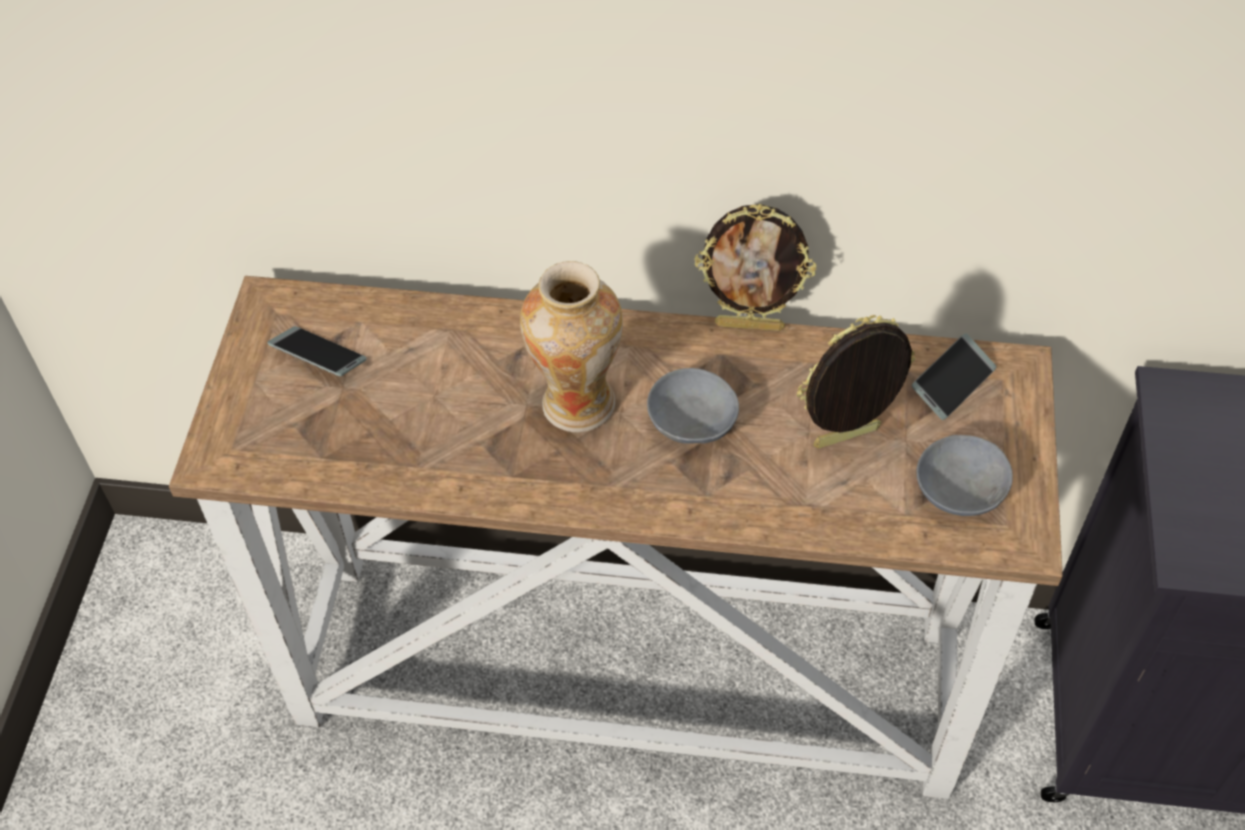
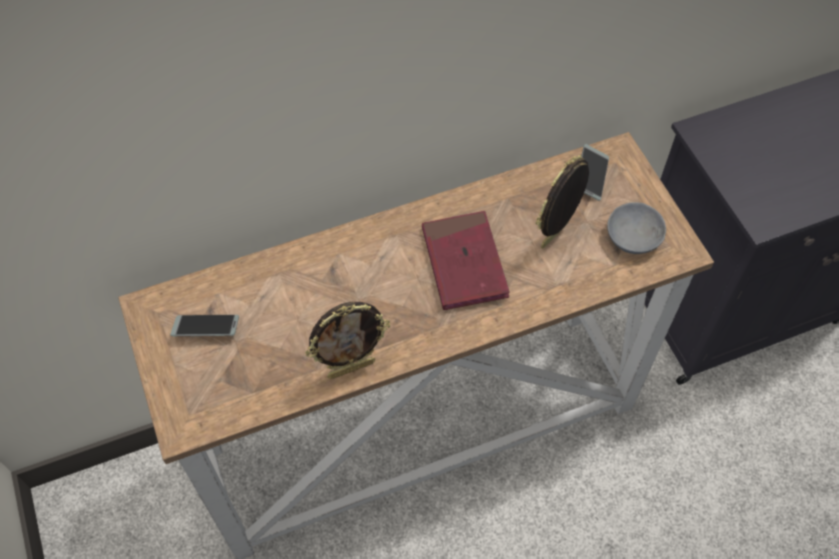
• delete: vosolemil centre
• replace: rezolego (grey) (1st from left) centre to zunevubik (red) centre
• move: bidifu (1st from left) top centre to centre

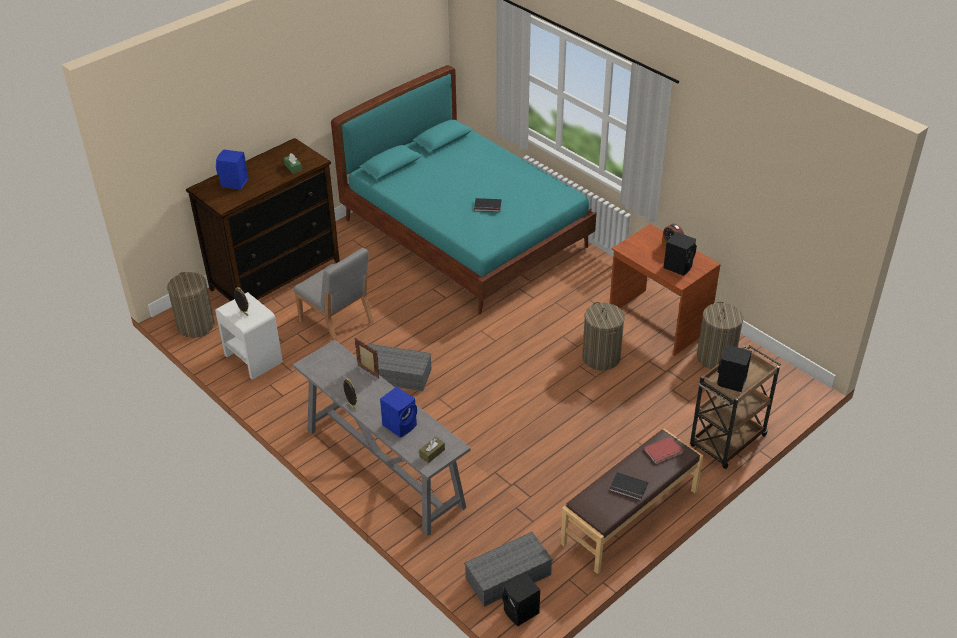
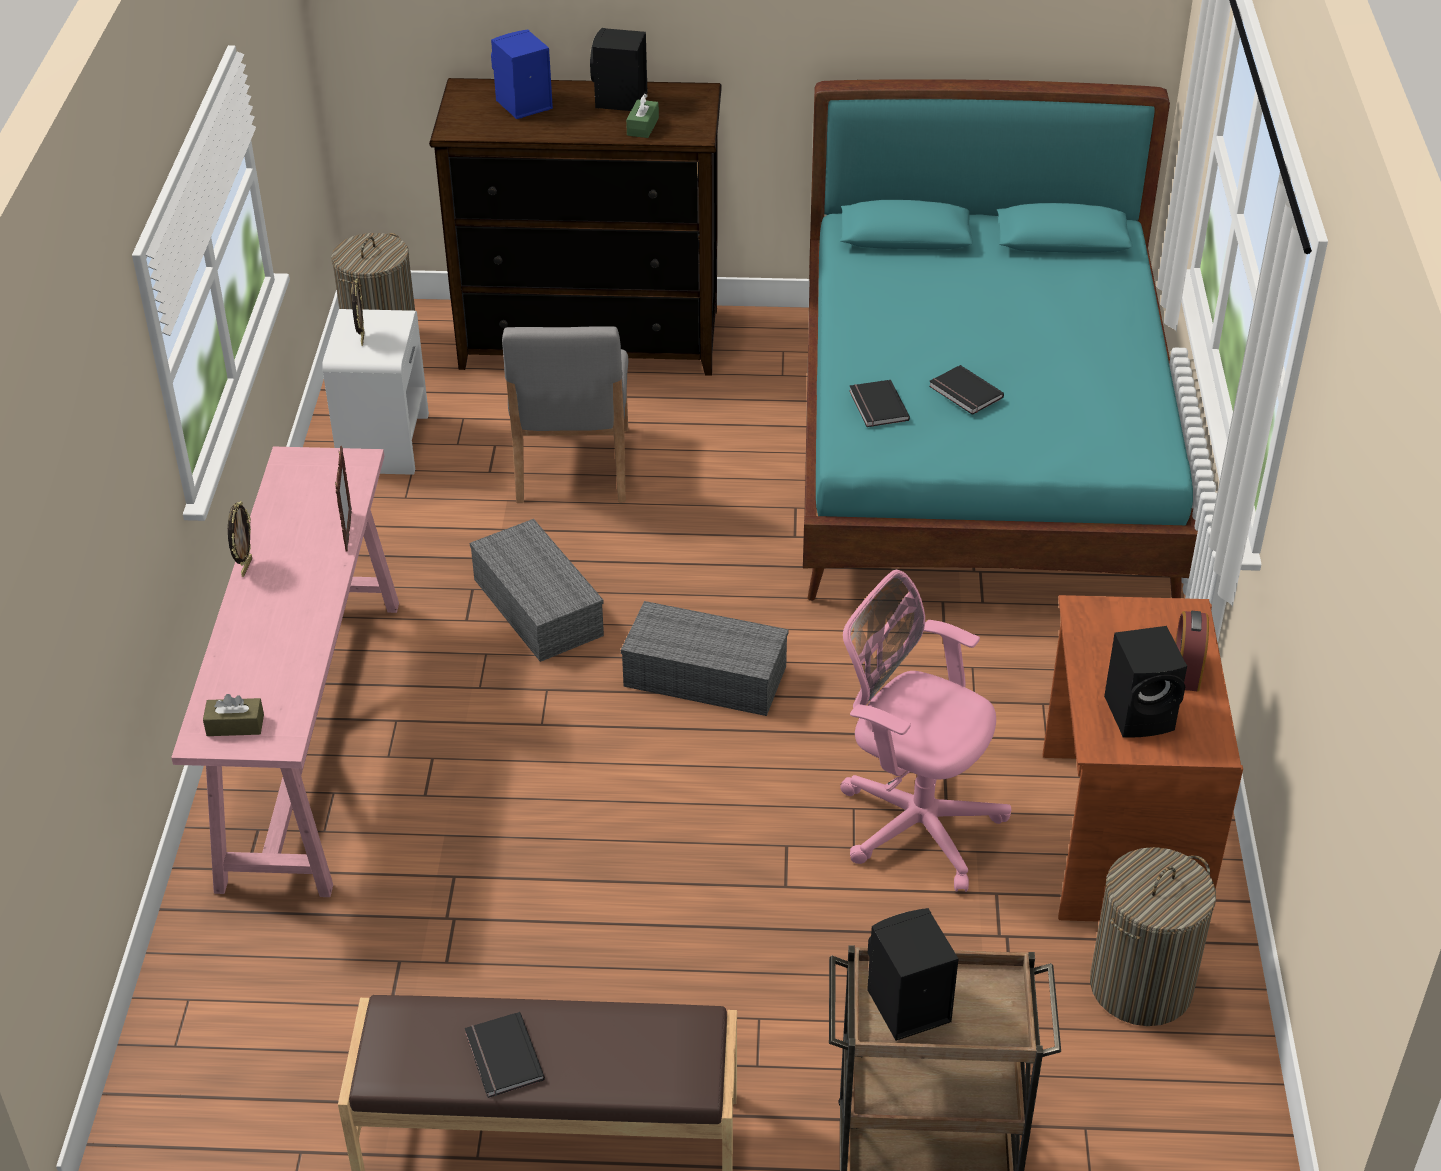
• recolor: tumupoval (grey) bottom centre to tumupoval (pink) middle left
• delete: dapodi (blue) (2nd from left) centre
• move: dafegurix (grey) (2nd from left) bottom centre to centre
• move: dapodi (black) (1st from left) bottom centre to top centre
• replace: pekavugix (2nd from left) centre to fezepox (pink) centre
• delete: zunevubik (red) bottom right
• insert: zunevubik (black) (2nd from left) centre

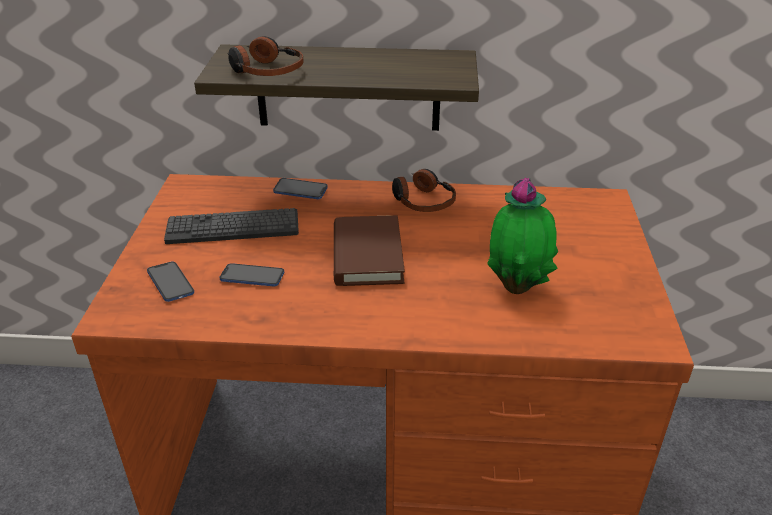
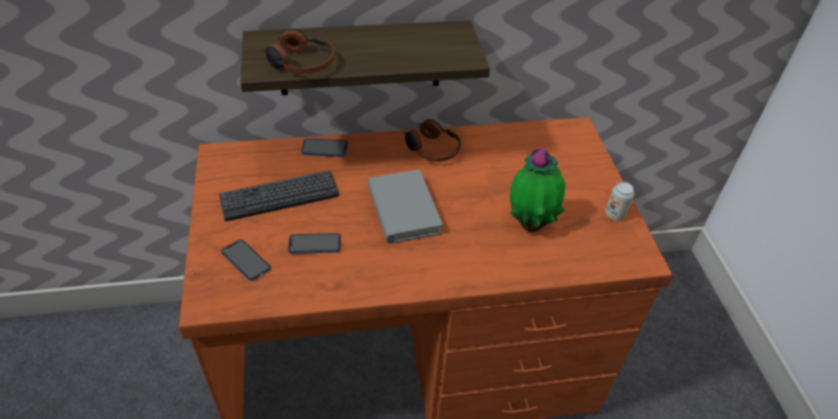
• recolor: zunevubik (brown) centre to zunevubik (grey) centre
• insert: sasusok middle right

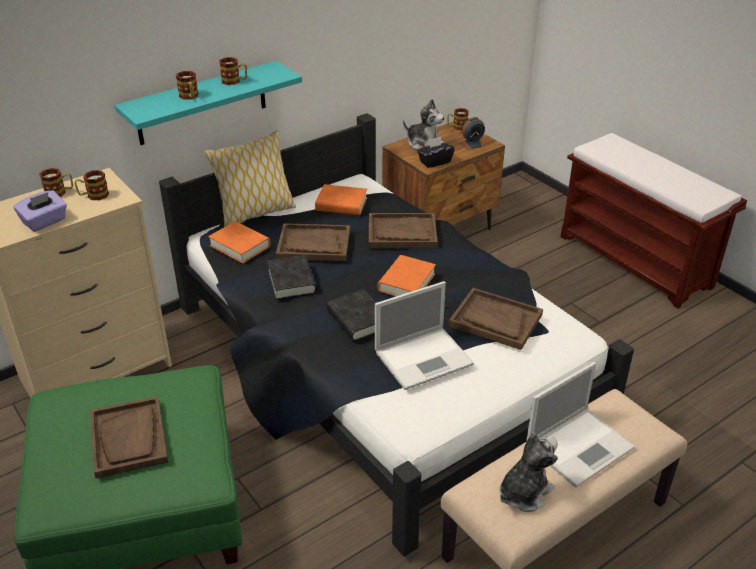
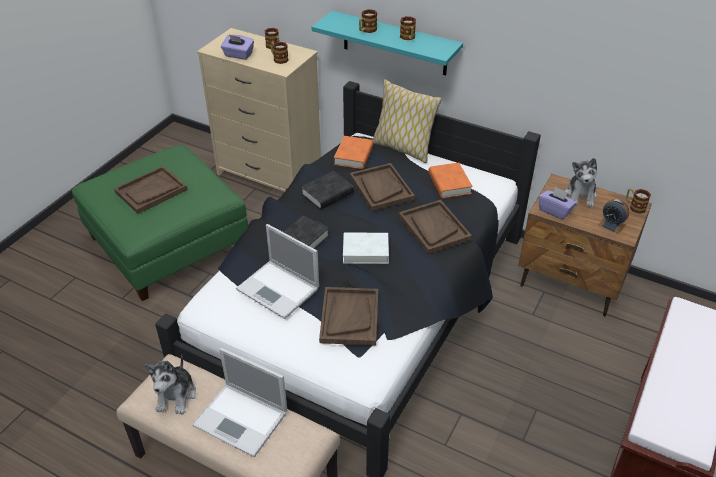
• recolor: zunevubik (orange) (3rd from left) centre to zunevubik (white) centre
• recolor: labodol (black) top centre to labodol (purple) (2nd from left) middle right
• rotate: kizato (2nd from left in the first image) bottom right = bottom left 75 degrees clockwise

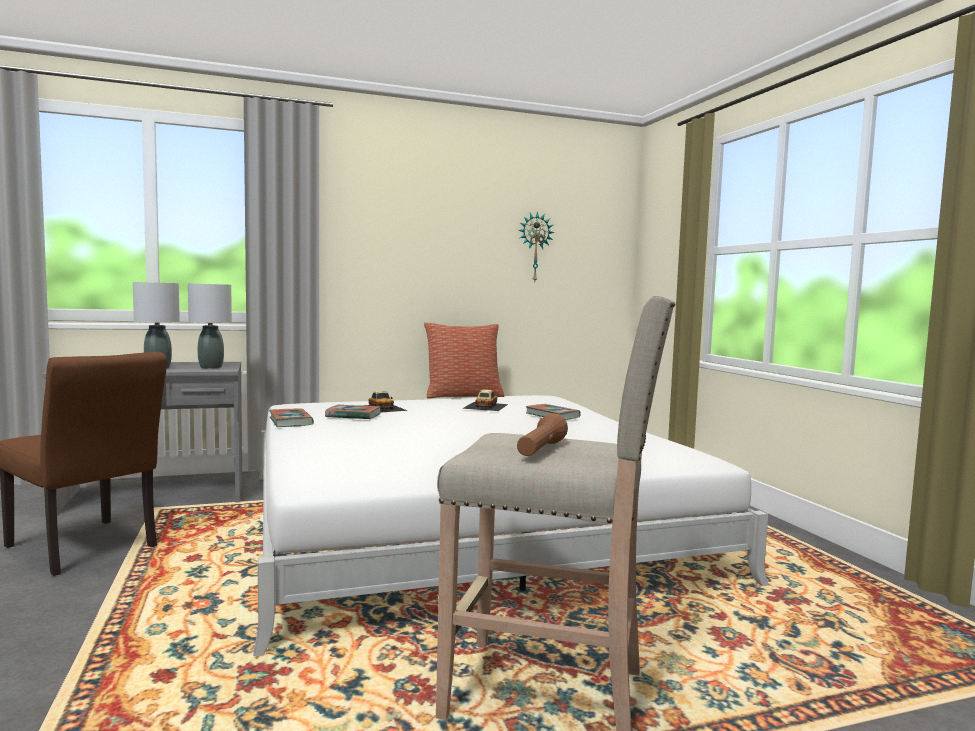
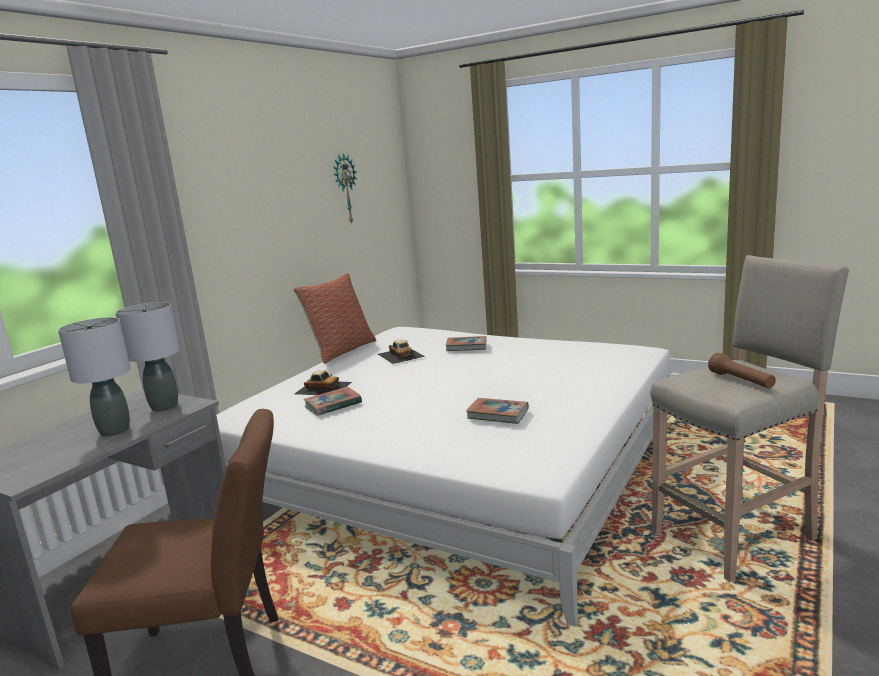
• move: zunevubik (1st from left in the first image) middle left to zunevubik (3rd from left) centre

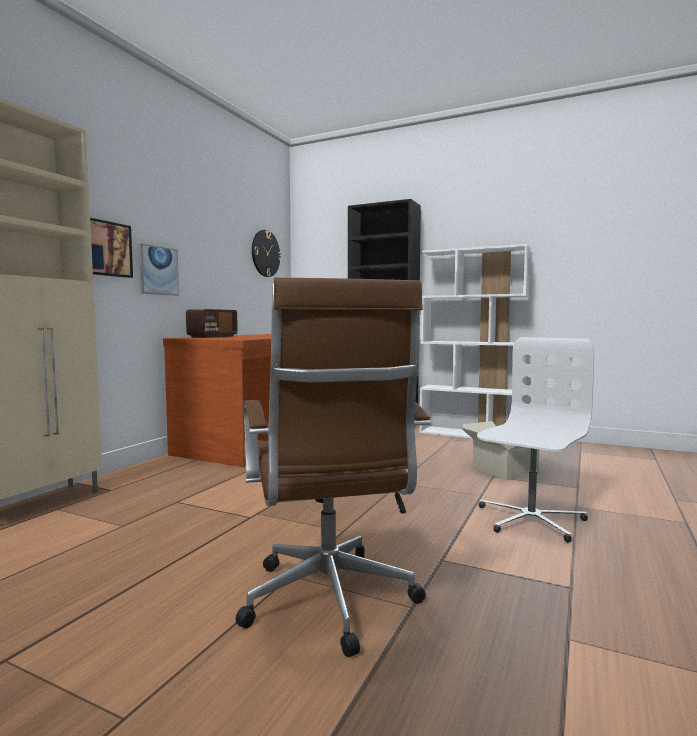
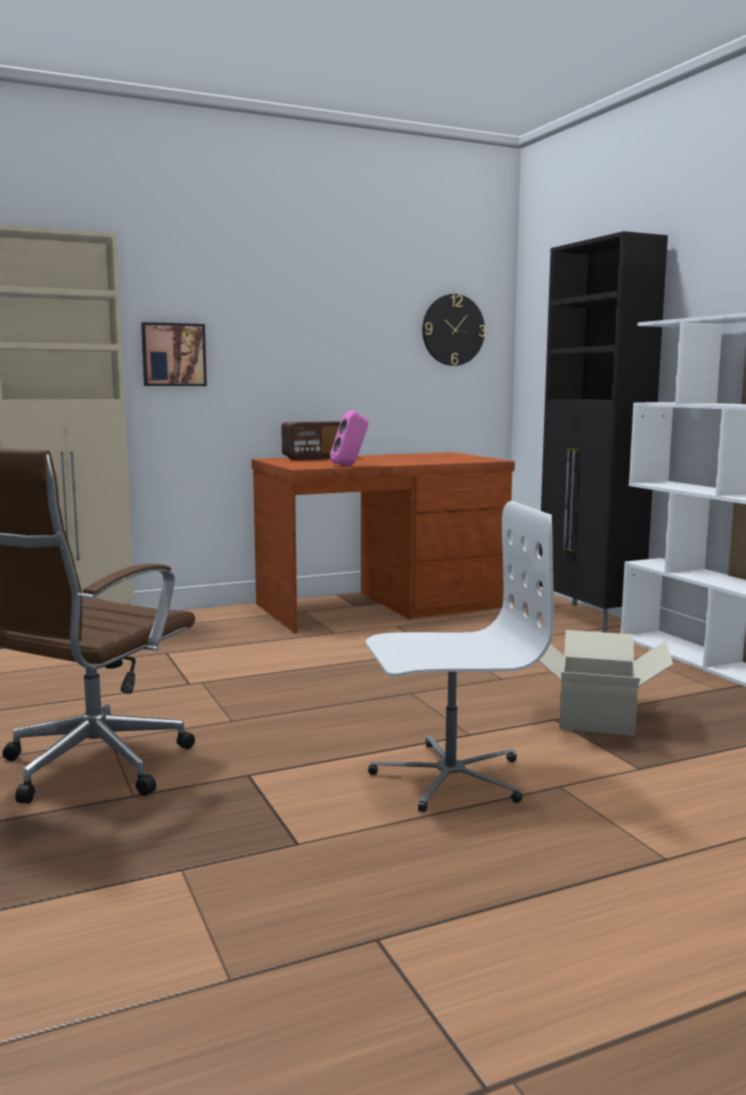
• delete: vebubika (2nd from left) middle left
• insert: dapodi (pink) centre

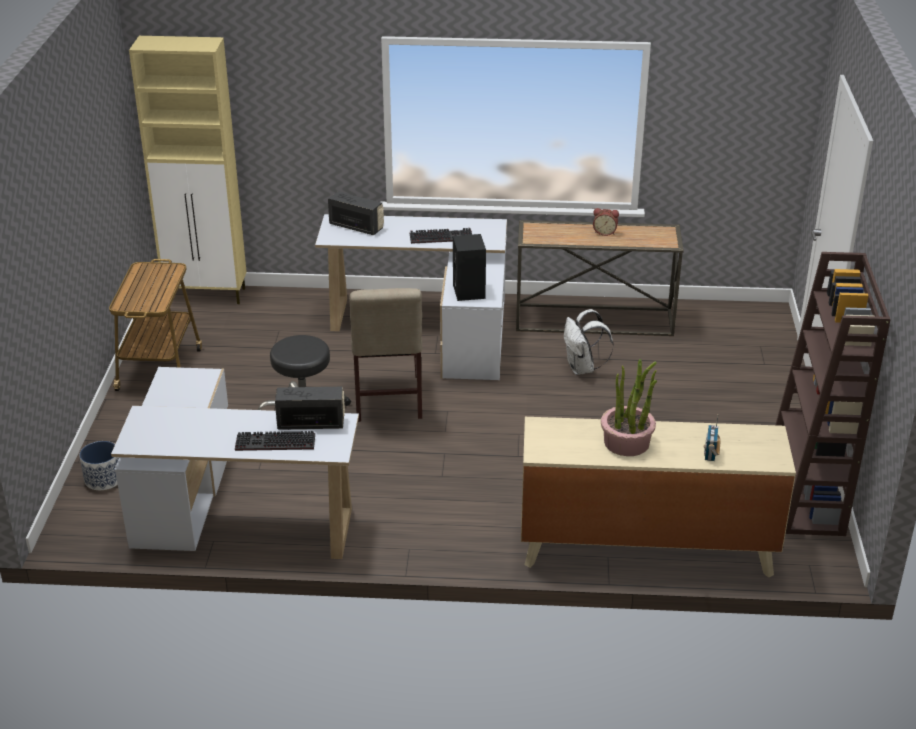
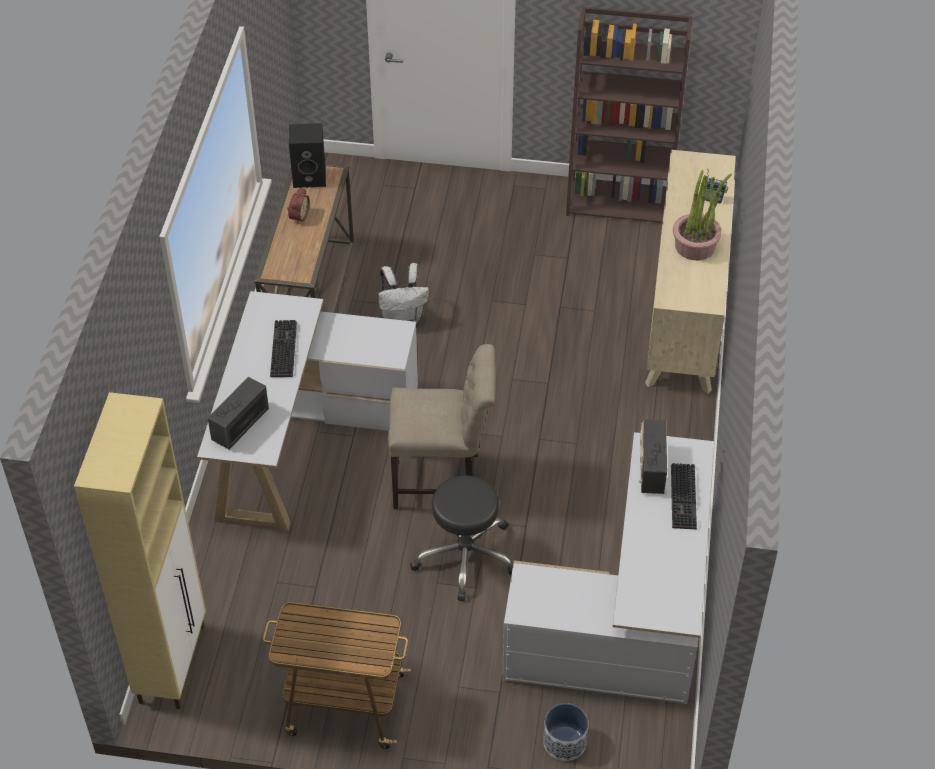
• move: dapodi (black) centre to top left

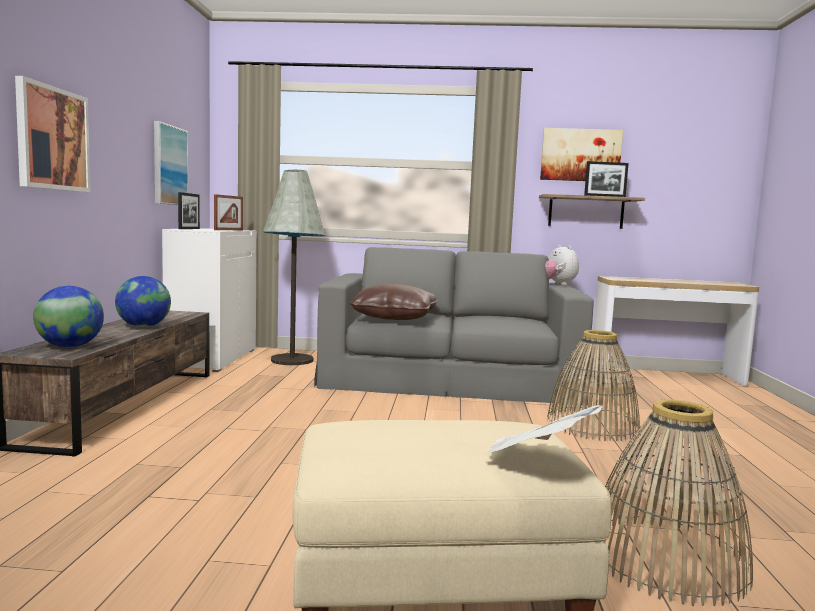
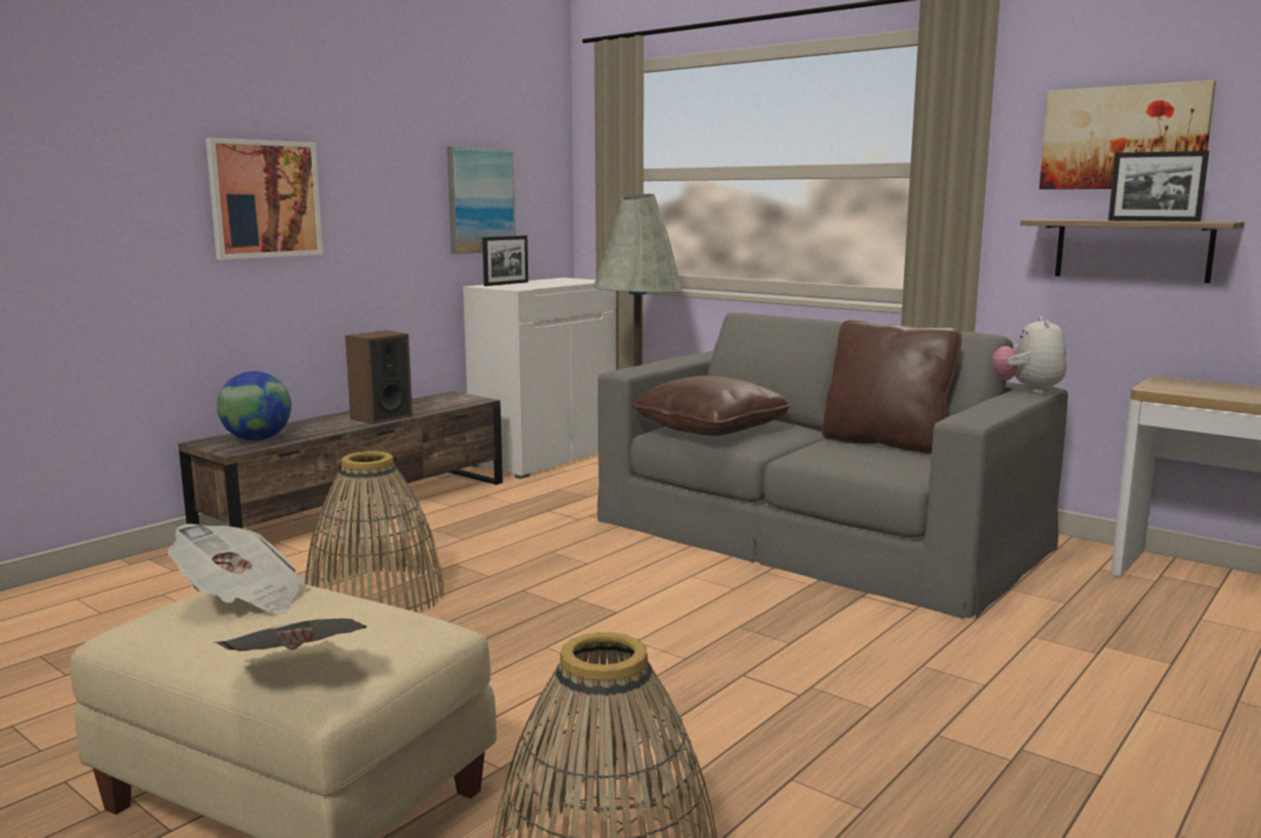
• replace: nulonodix (2nd from left) middle left to dapodi middle left
• delete: bidifu (2nd from left) middle left
• move: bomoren (1st from left) middle right to middle left
• insert: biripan (1st from left) bottom left
• insert: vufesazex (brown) (2nd from left) middle right

